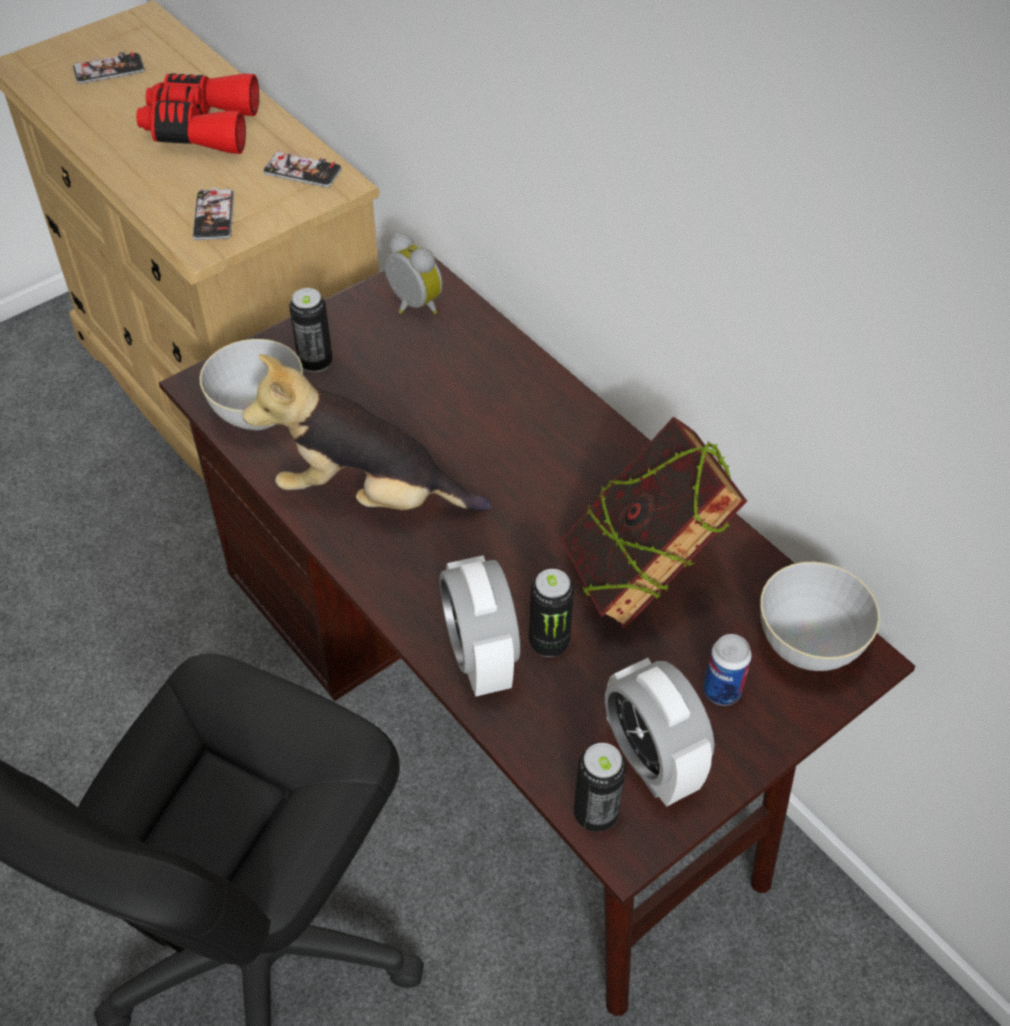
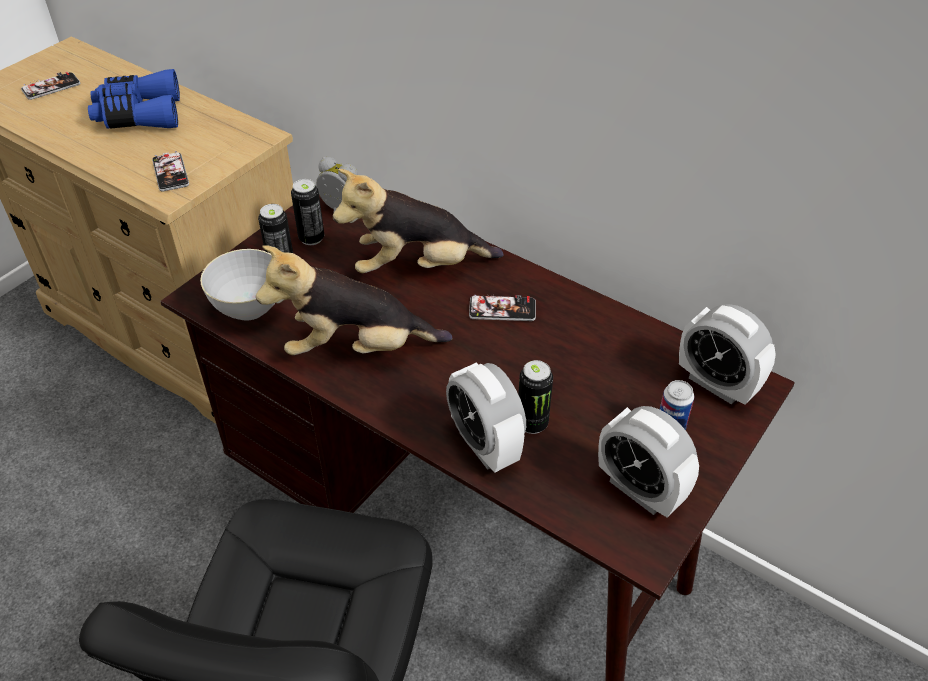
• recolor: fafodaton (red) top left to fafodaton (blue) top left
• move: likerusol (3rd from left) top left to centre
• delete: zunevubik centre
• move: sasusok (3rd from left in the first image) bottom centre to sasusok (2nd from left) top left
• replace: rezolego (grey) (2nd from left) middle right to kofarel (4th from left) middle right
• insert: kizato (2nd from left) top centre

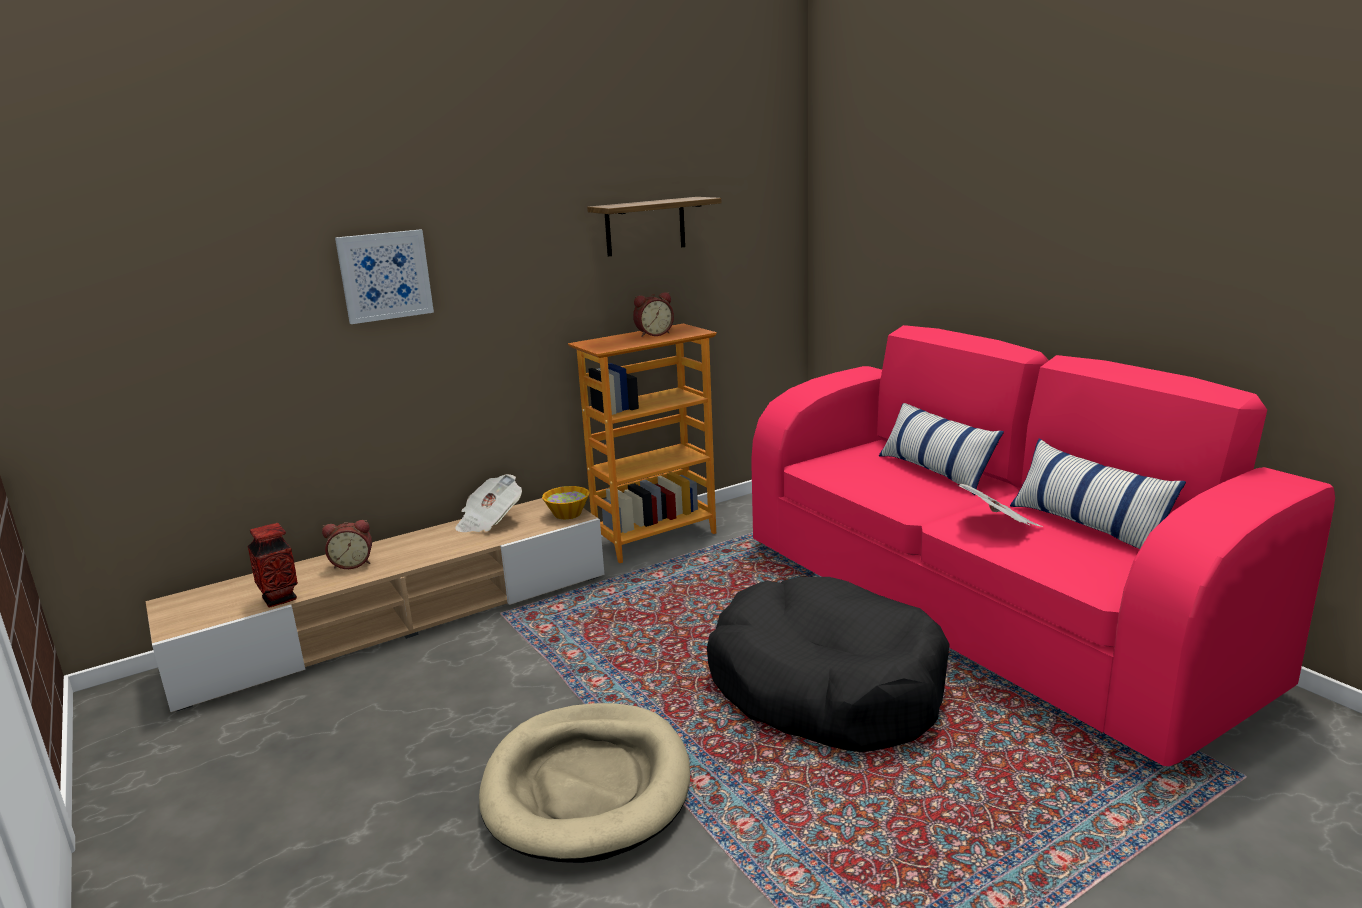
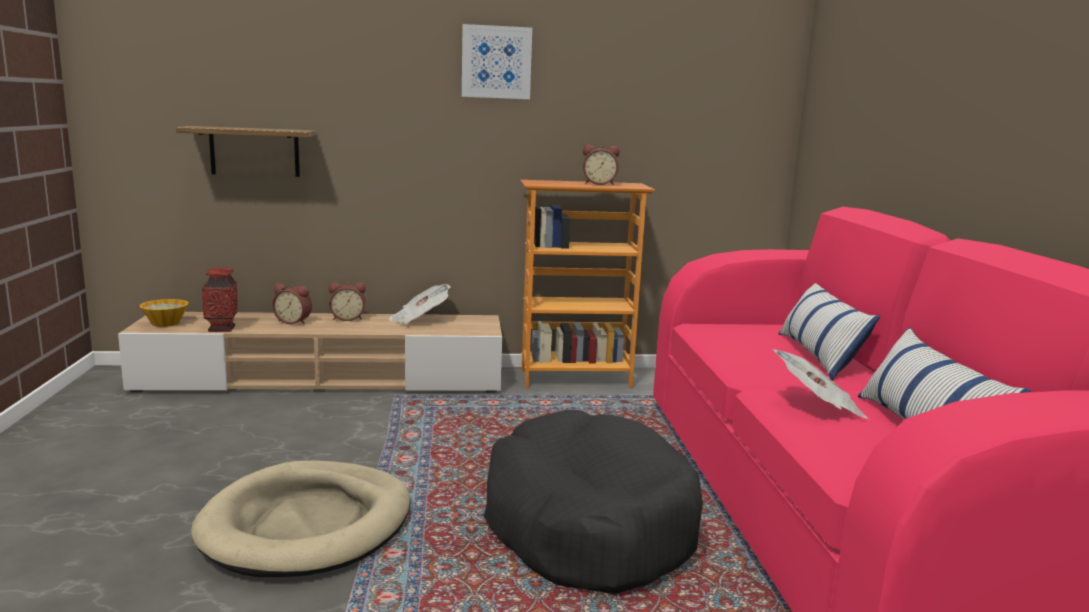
• move: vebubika top left to top centre
• move: rezolego centre to middle left
• move: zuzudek top centre to top left
• insert: kofarel (2nd from left) middle left

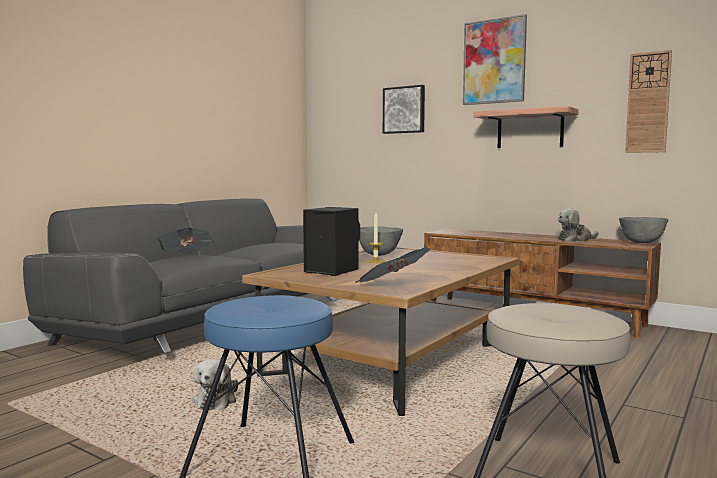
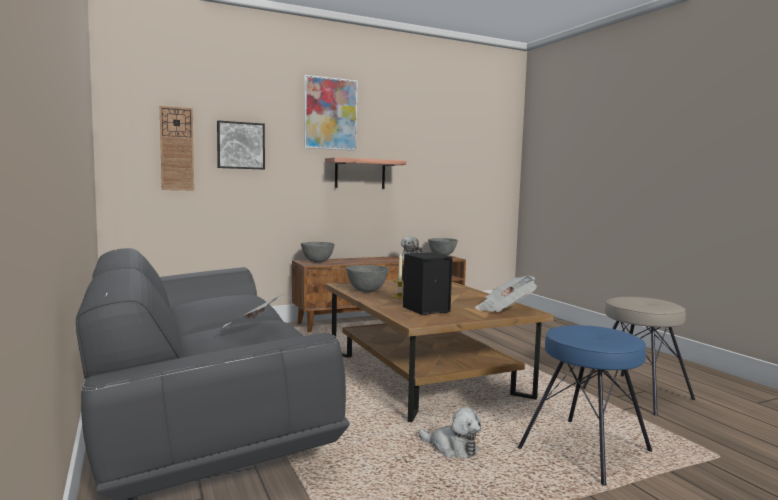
• move: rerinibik top right to top left
• insert: rezolego (grey) (1st from left) centre

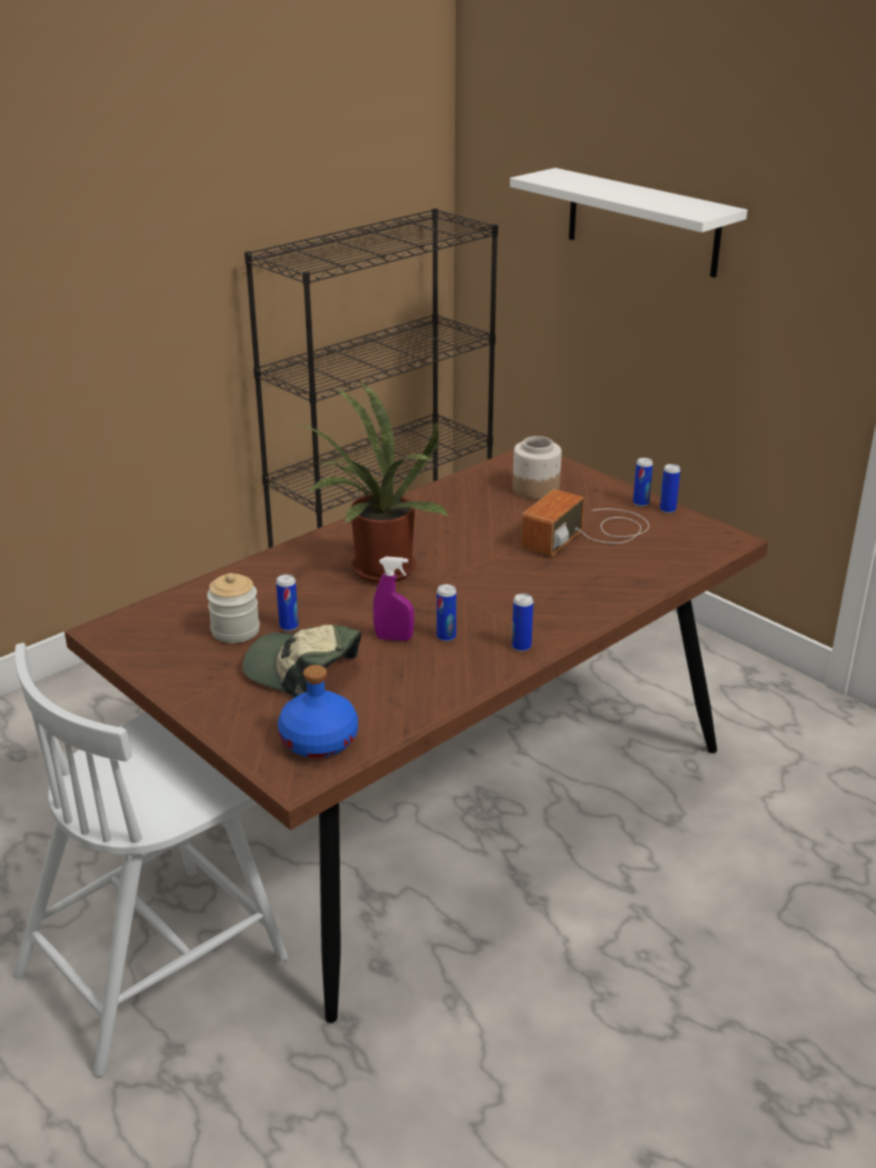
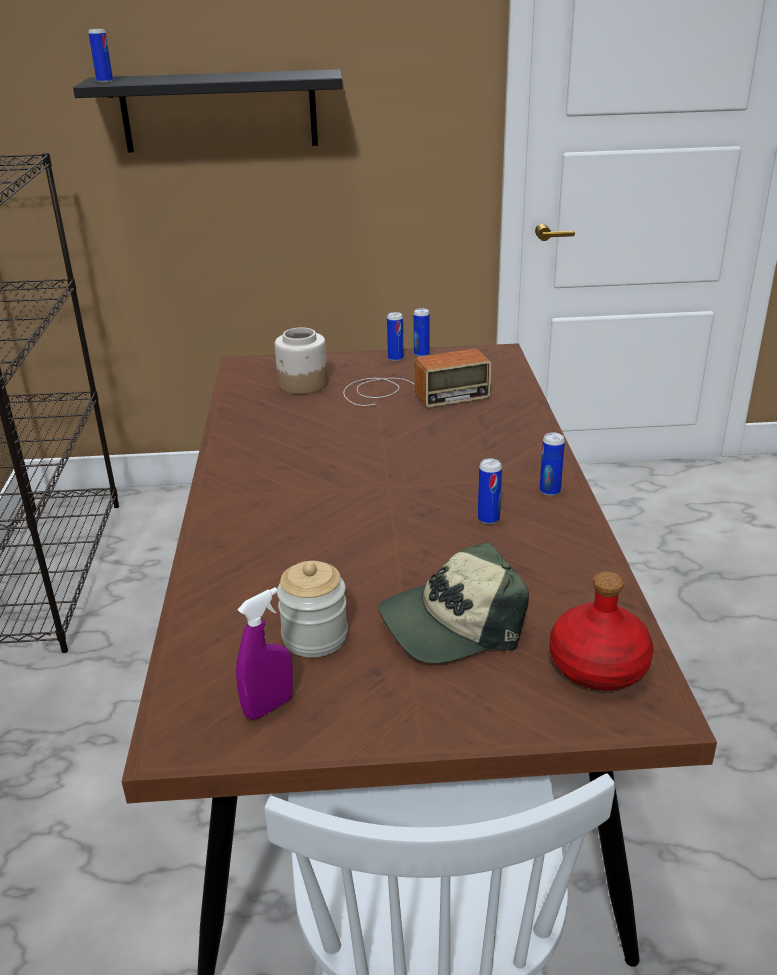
• move: sasusok (1st from left) middle left to top left
• recolor: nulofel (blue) centre to nulofel (red) middle right
• delete: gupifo centre
• move: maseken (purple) centre to bottom centre
• recolor: zuzudek (white) top right to zuzudek (black) top left
• rotate: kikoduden middle right = centre 90 degrees counterclockwise

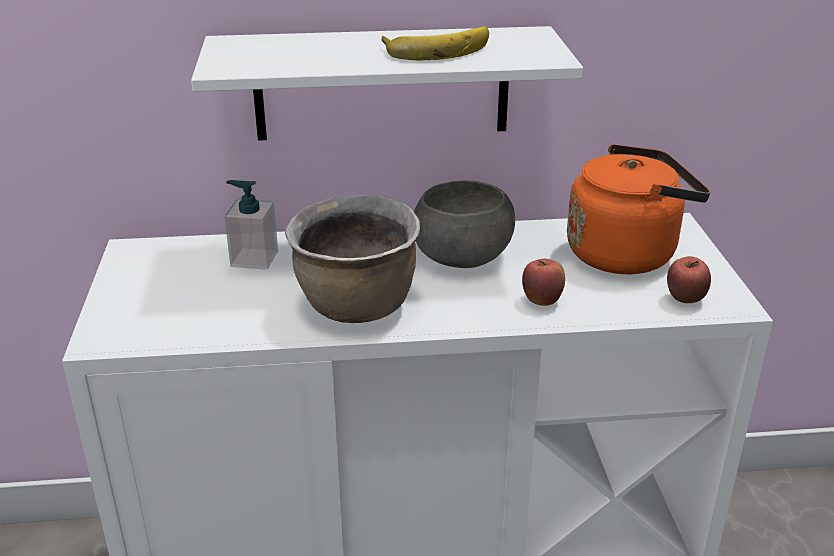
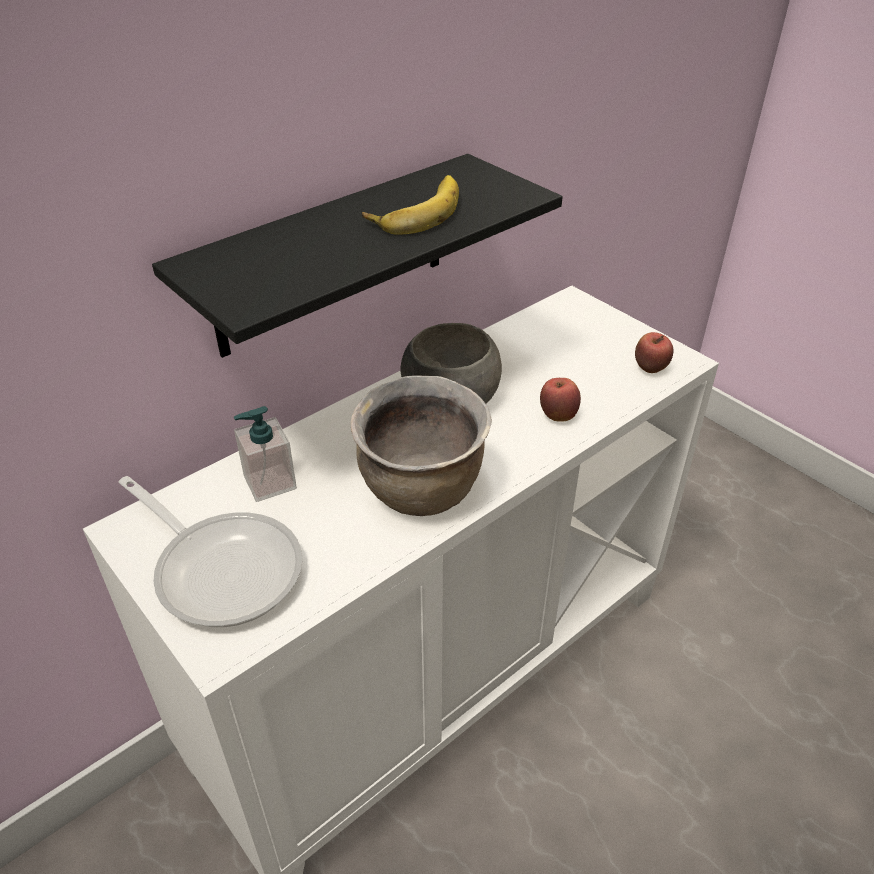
• recolor: zuzudek (white) top centre to zuzudek (black) top centre
• delete: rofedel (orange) middle right
• insert: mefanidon middle left

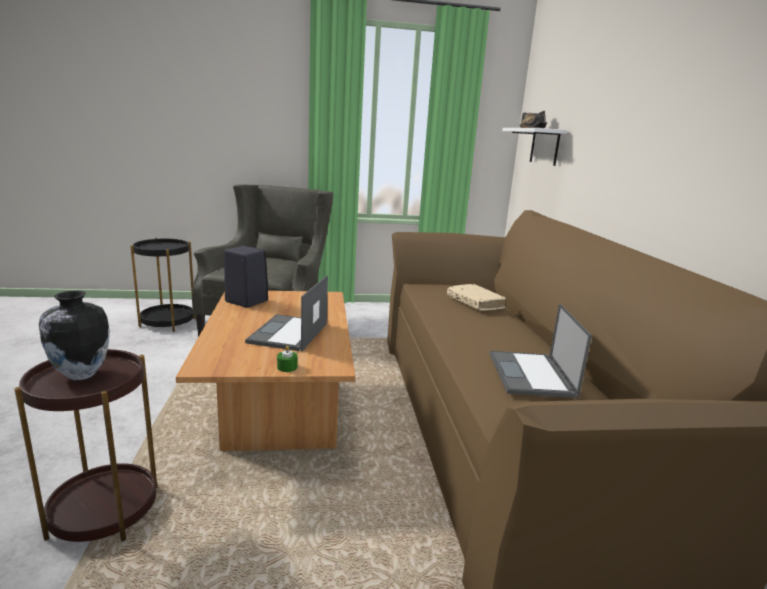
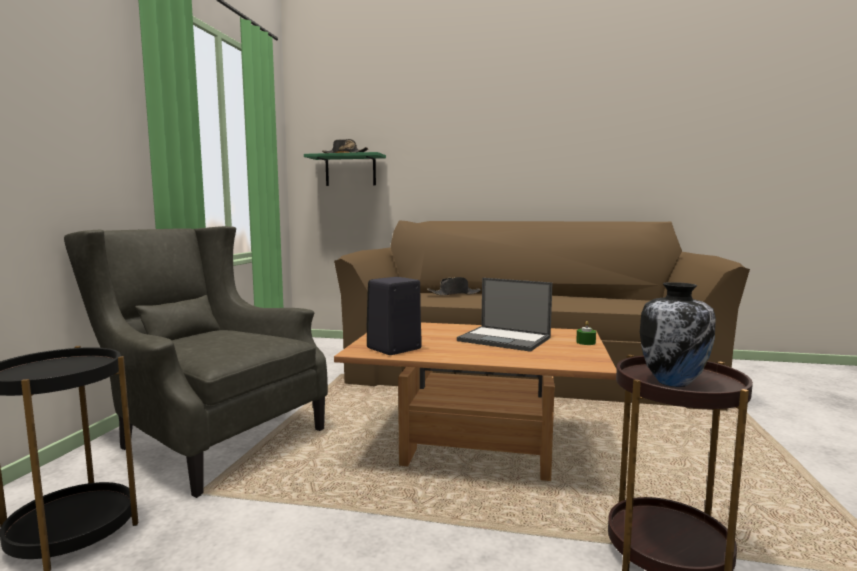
• replace: zunevubik (beige) centre to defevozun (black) (2nd from left) centre
• delete: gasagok (2nd from left) middle right
• recolor: zuzudek (white) top right to zuzudek (green) top centre

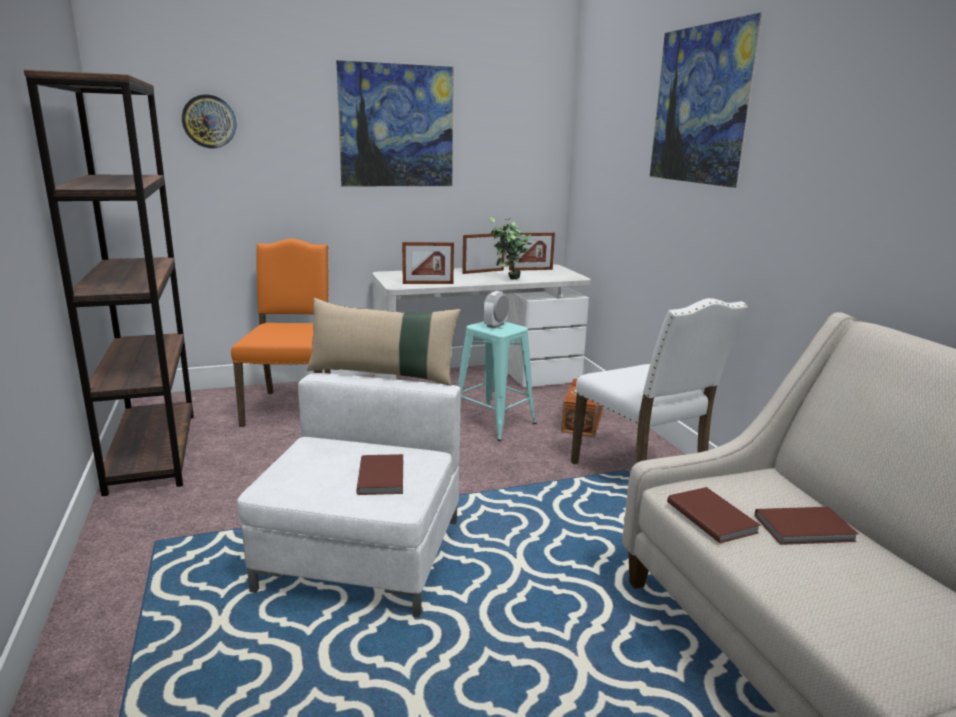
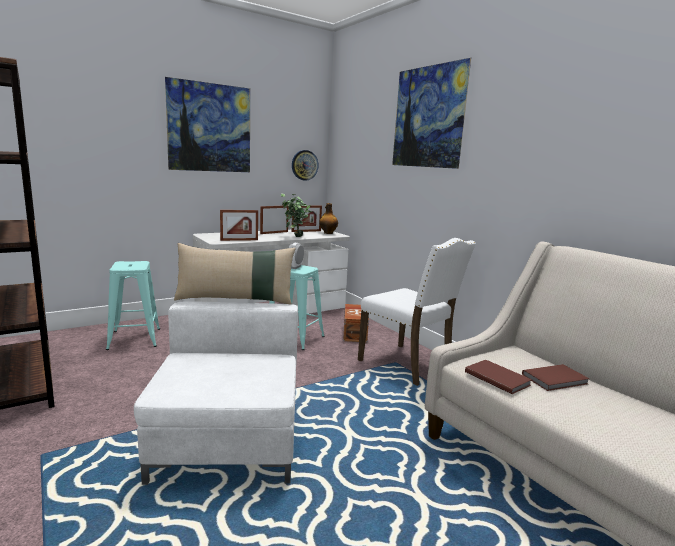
• move: rerinibik top left to top centre
• replace: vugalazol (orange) middle left to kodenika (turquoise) (1st from left) middle left
• delete: zunevubik (brown) (1st from left) centre
• insert: nulofel centre

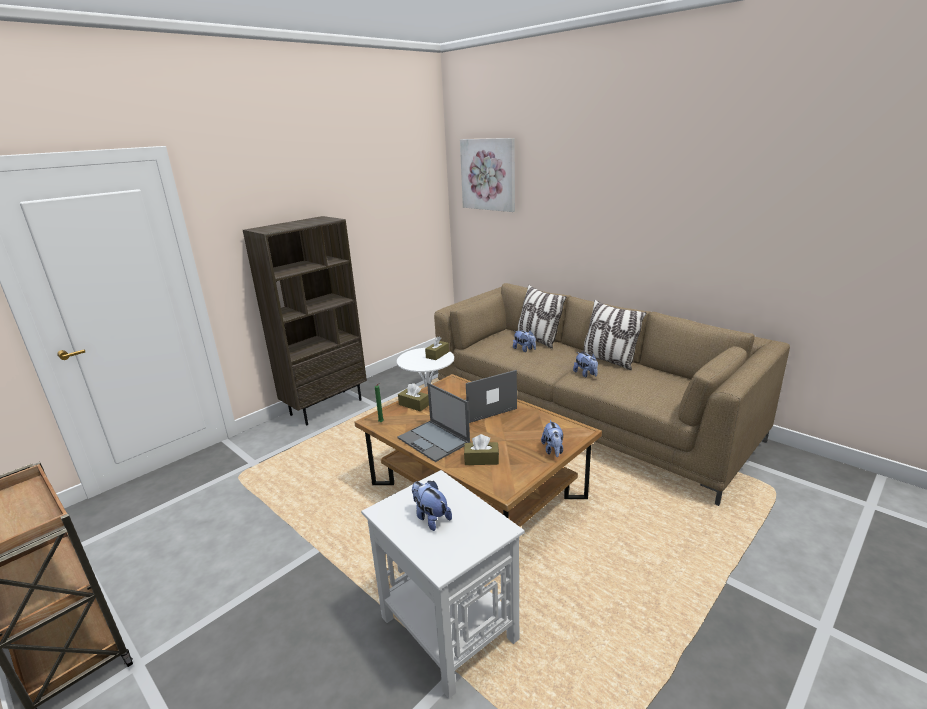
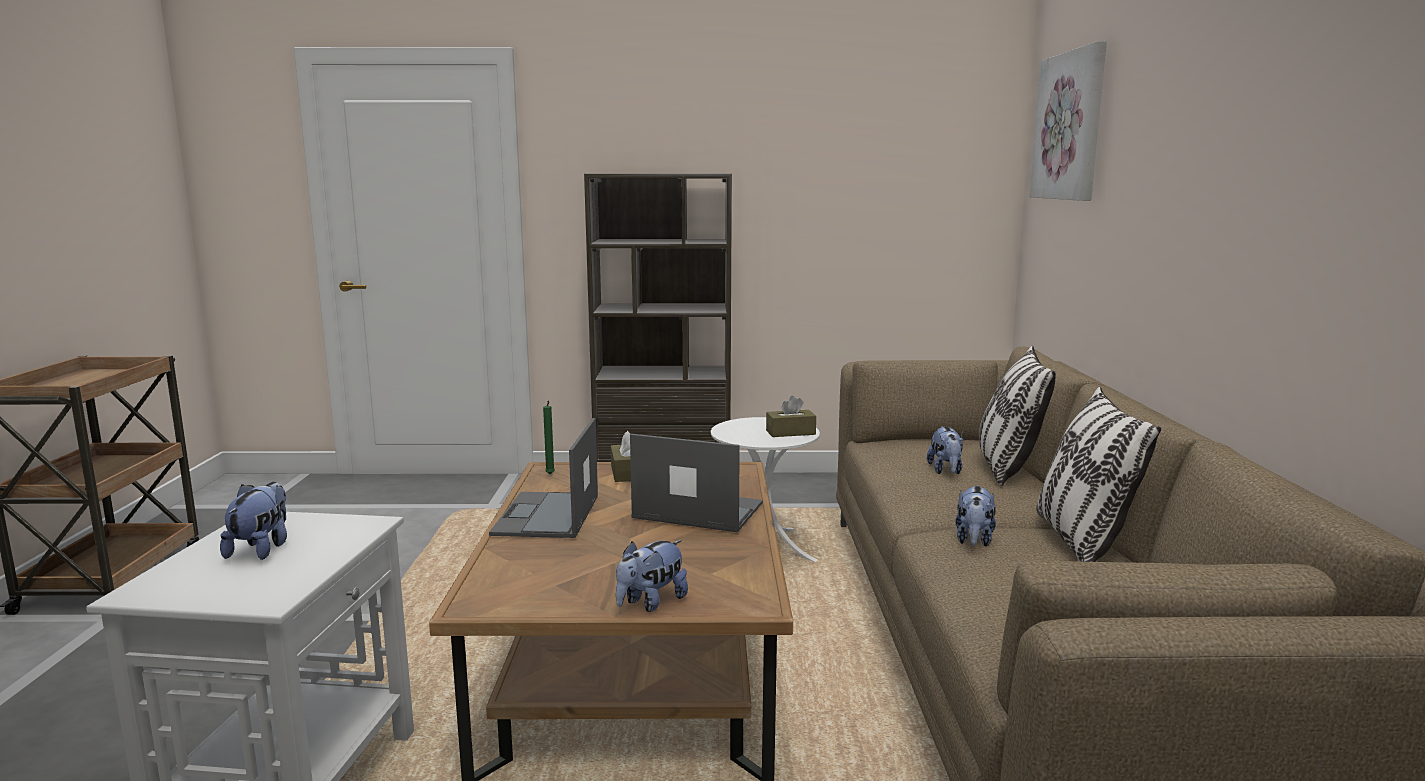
• delete: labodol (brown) (3rd from left) centre

